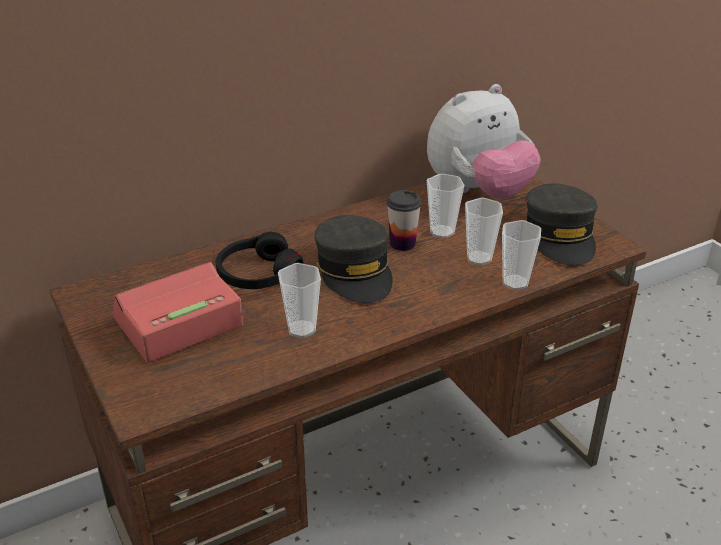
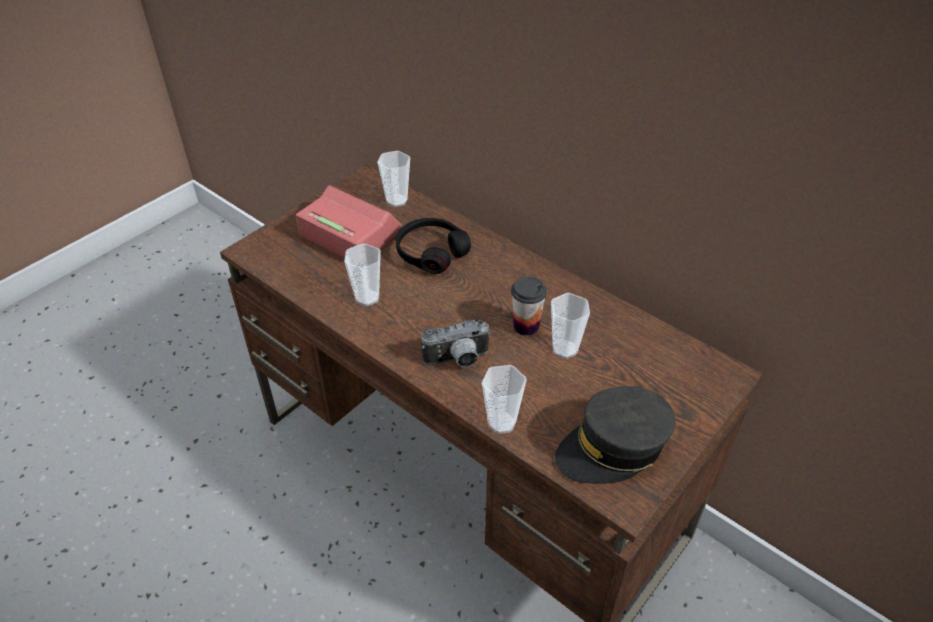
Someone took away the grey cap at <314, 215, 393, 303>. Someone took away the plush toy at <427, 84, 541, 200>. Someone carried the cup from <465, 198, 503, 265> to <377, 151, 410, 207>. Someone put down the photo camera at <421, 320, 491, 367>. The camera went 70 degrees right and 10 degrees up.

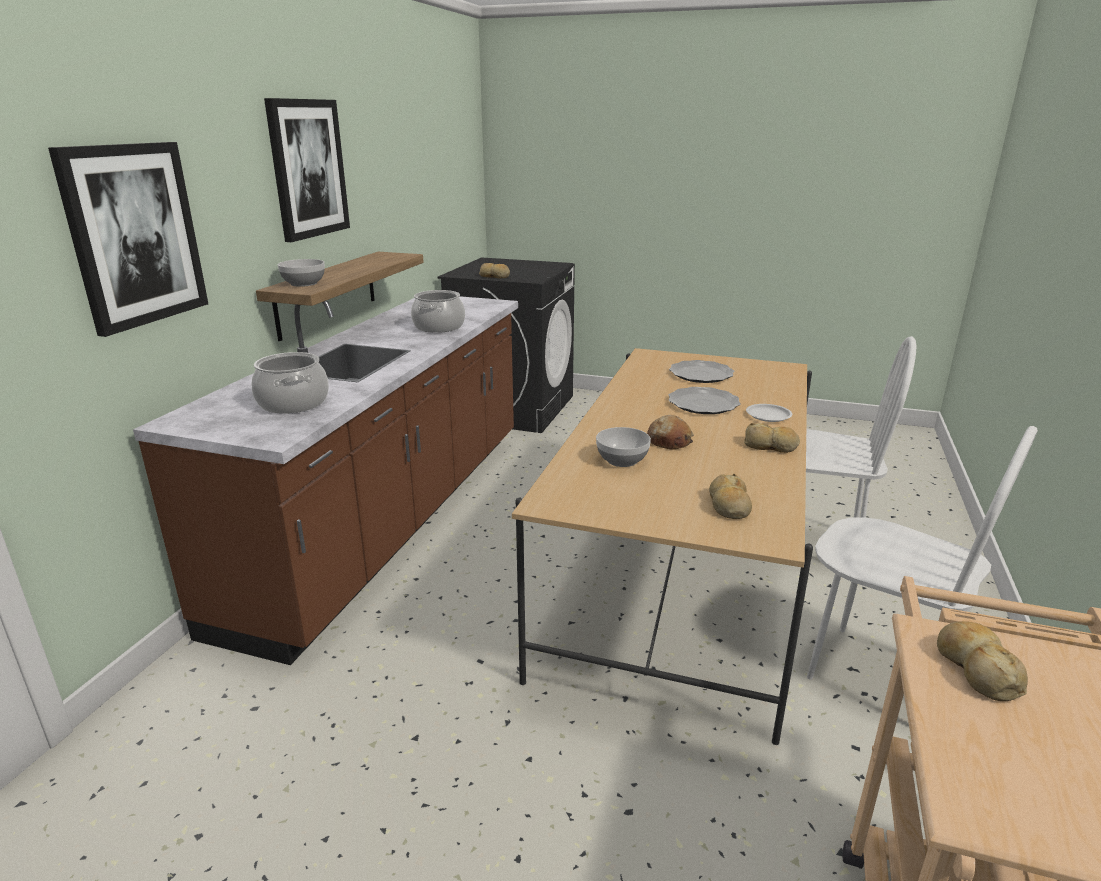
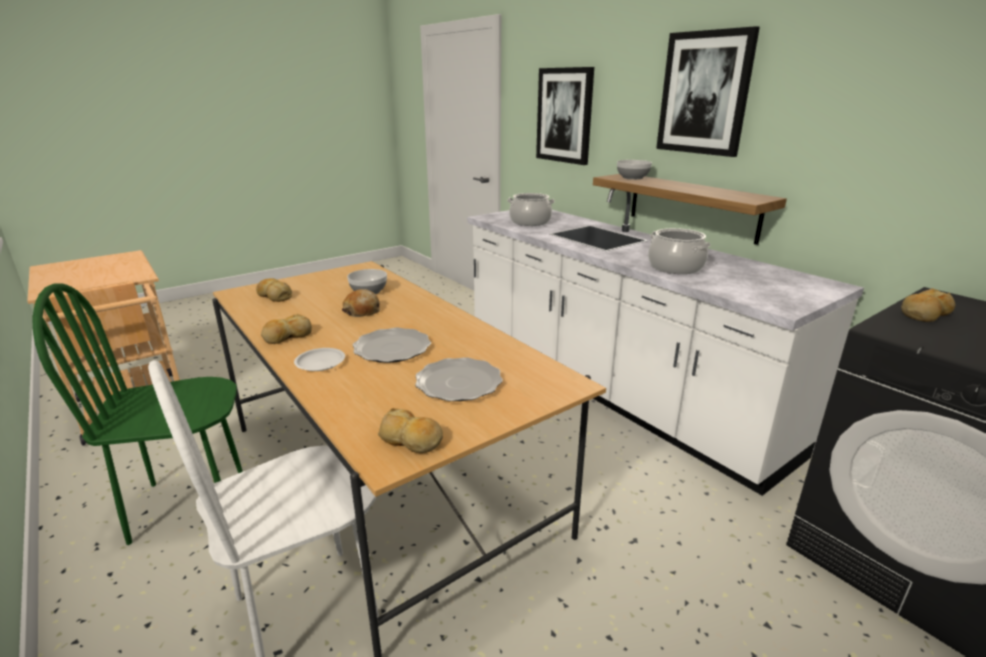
Someone repainted the brown counter at <133, 296, 518, 665>, which became the white counter at <467, 189, 864, 496>. Someone repainted the white chair at <807, 426, 1038, 680>, which became the green chair at <33, 284, 243, 545>. Someone carried the bread from <937, 621, 1028, 701> to <378, 408, 443, 453>. The camera went 125 degrees right and 0 degrees up.

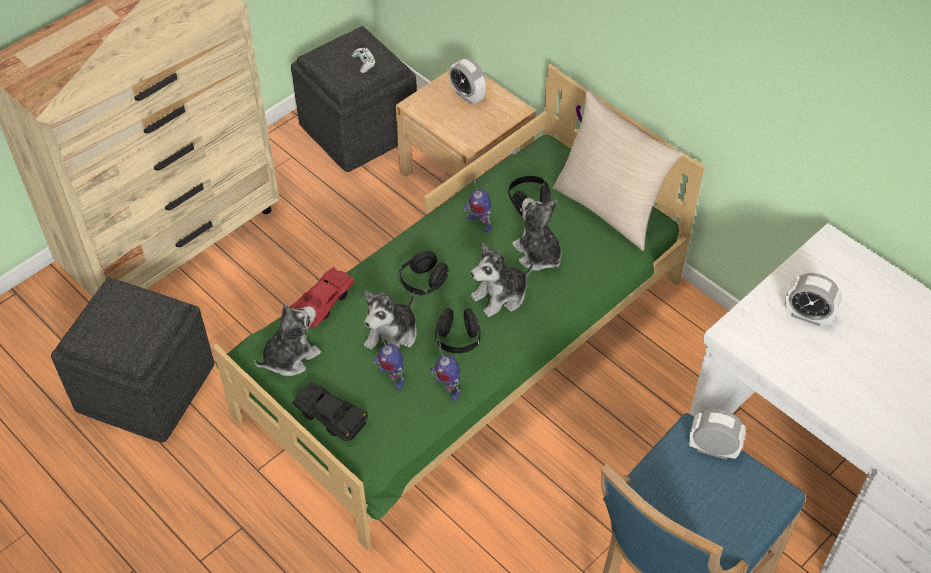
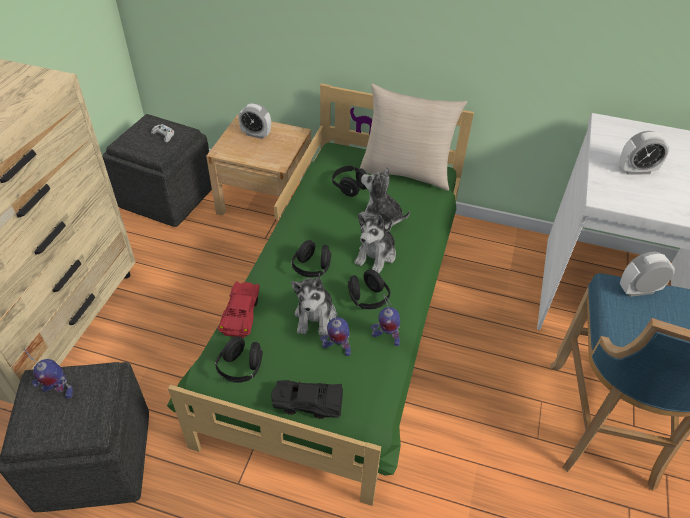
Someone swapped the plush toy at <254, 304, 321, 376> for the black headphones at <215, 336, 263, 383>. Someone carried the toy robot from <463, 173, 492, 233> to <24, 349, 73, 398>. The camera went 30 degrees left and 5 degrees down.

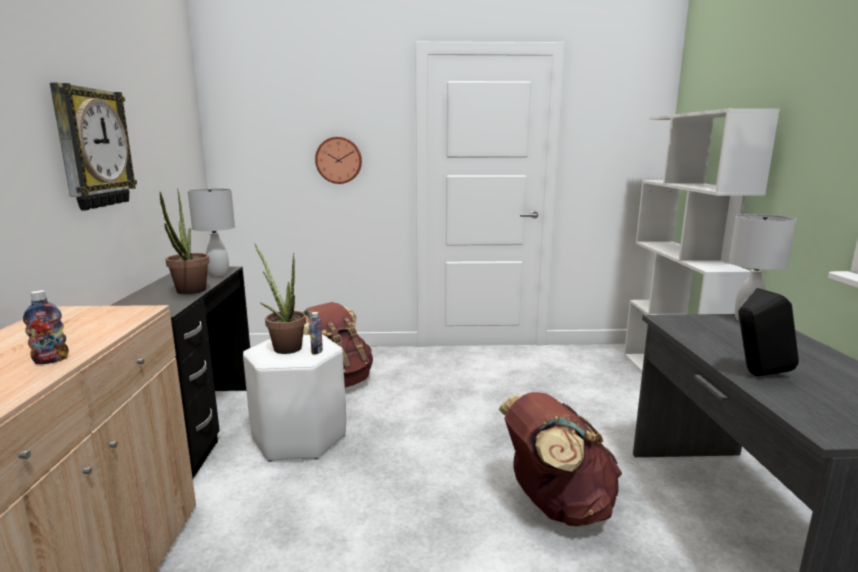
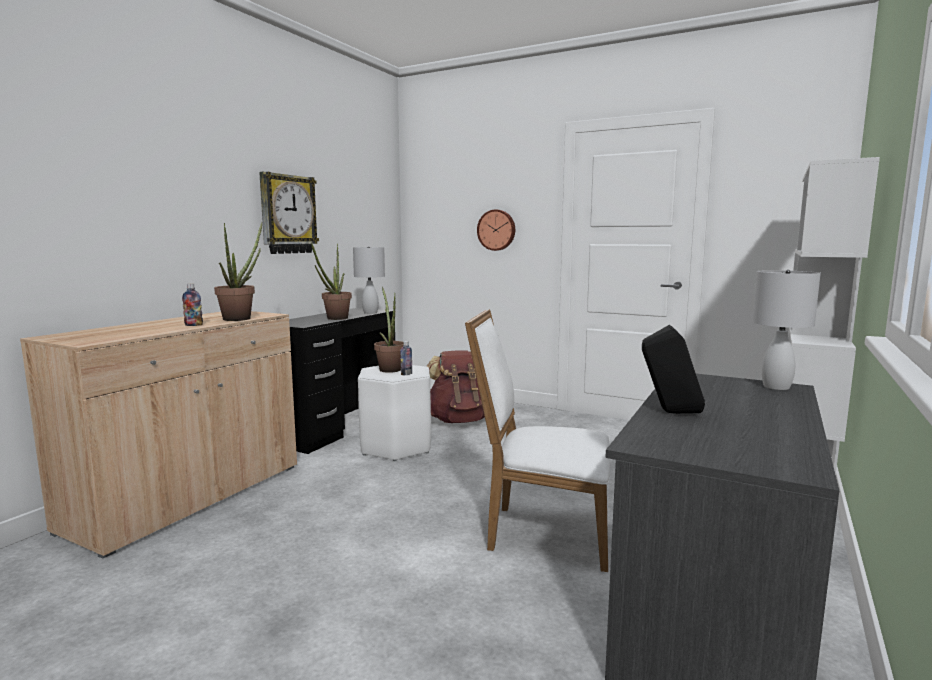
Someone swapped the brown backpack at <499, 392, 622, 526> for the white chair at <465, 309, 610, 572>. Someone put down the potted plant at <214, 222, 262, 321>. The camera went 30 degrees right and 5 degrees down.

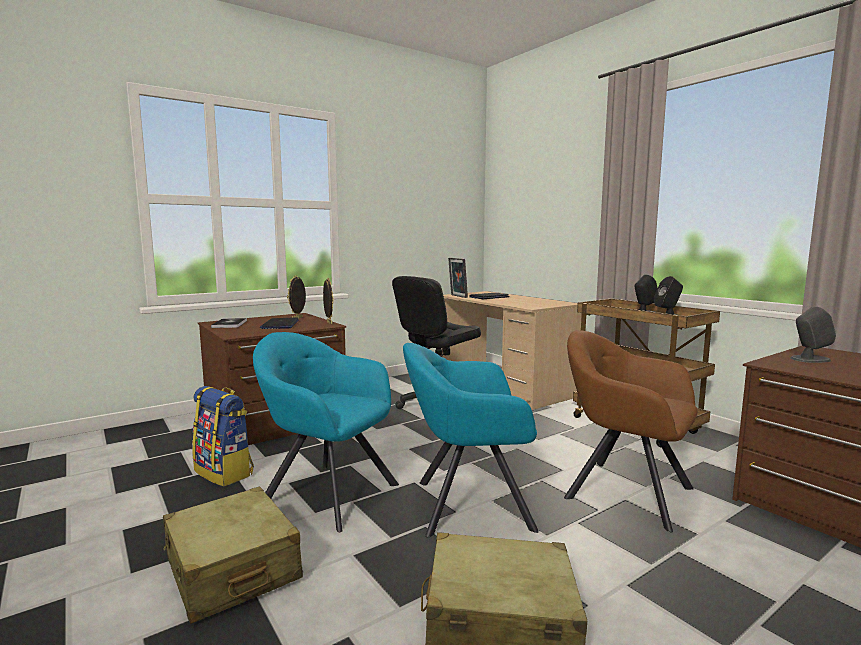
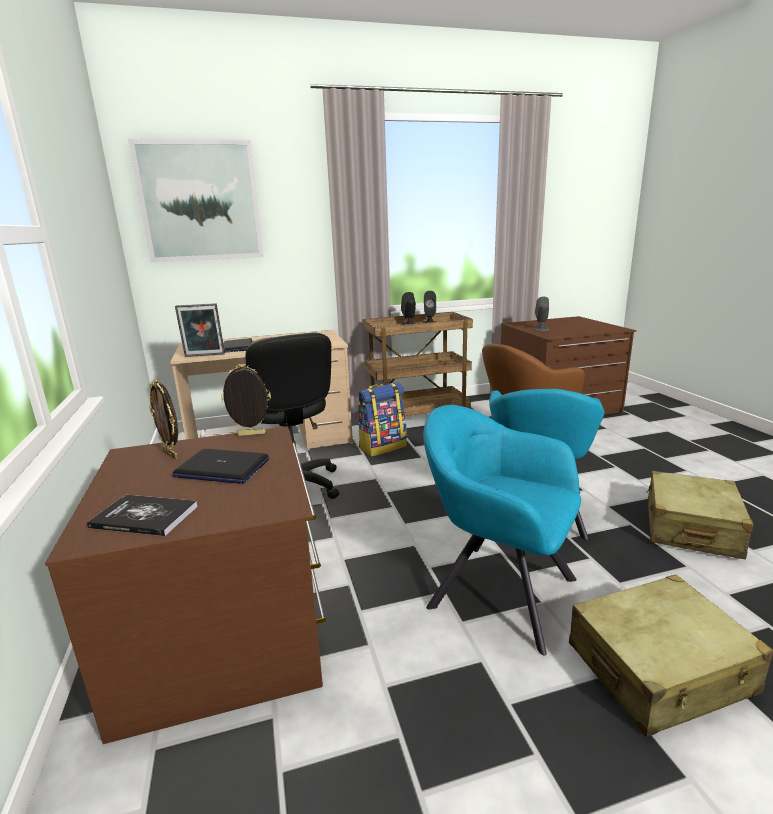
Someone carried the backpack from <192, 386, 254, 486> to <357, 382, 407, 457>. Someone rotated the turquoise armchair at <253, 332, 399, 532> by 75 degrees clockwise. Someone put up the picture at <128, 139, 264, 263>. The camera went 70 degrees left and 10 degrees up.

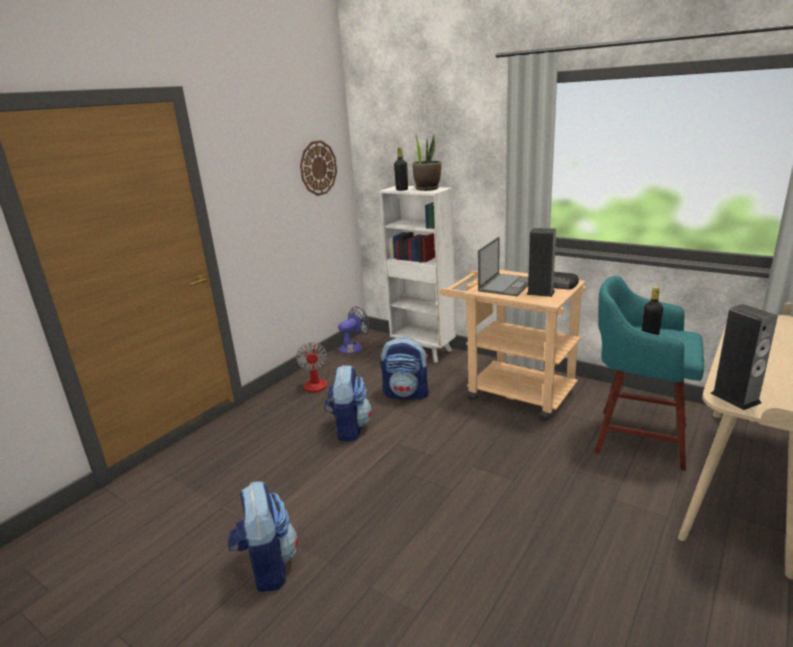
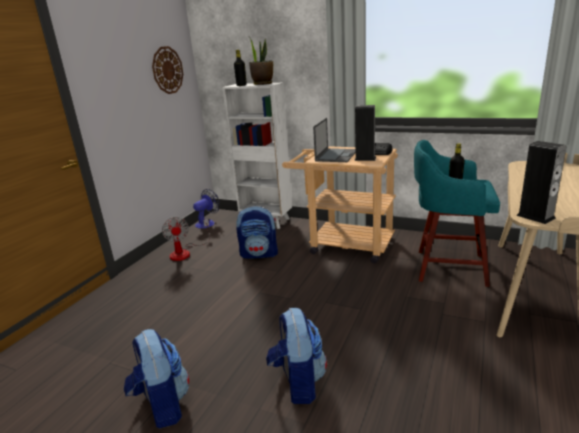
Someone carried the backpack from <325, 365, 372, 442> to <266, 308, 327, 404>. The camera went 10 degrees left and 0 degrees up.

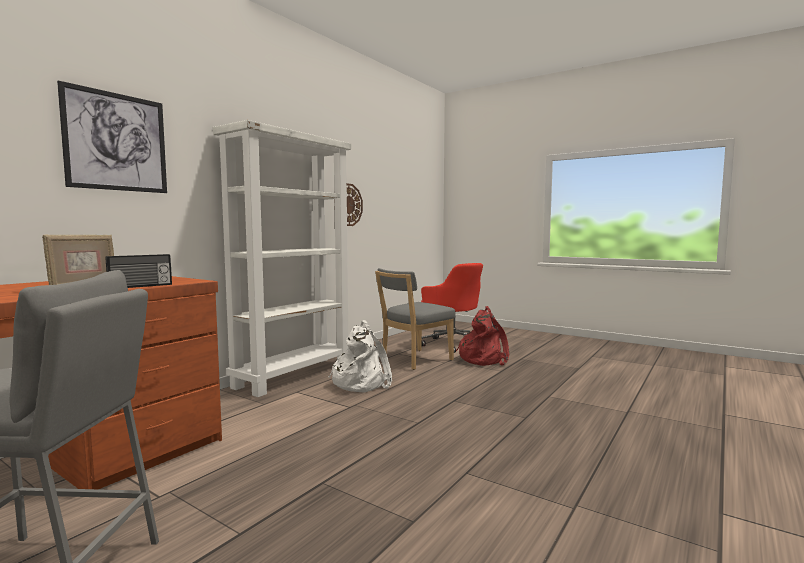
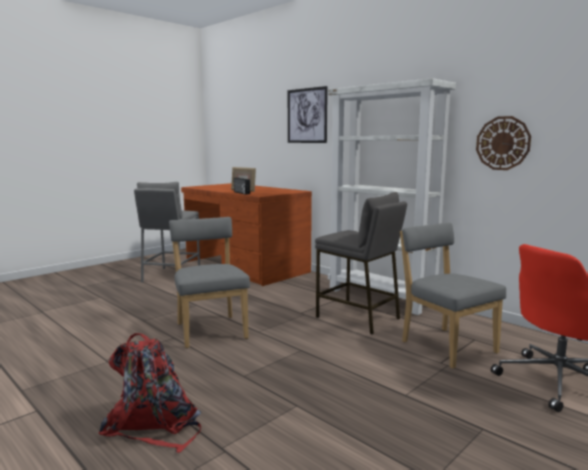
Someone swapped the white backpack at <328, 320, 392, 392> for the grey stool at <315, 192, 407, 334>. Someone carried the red backpack from <456, 306, 509, 366> to <98, 333, 201, 453>. Someone put down the grey chair at <169, 217, 250, 348>. The camera went 100 degrees right and 5 degrees up.

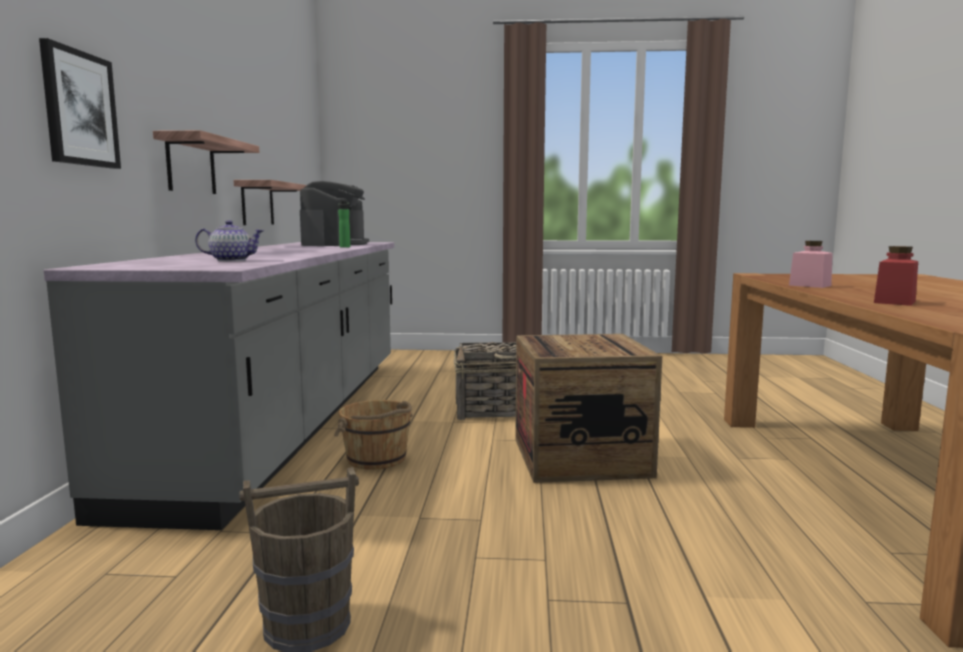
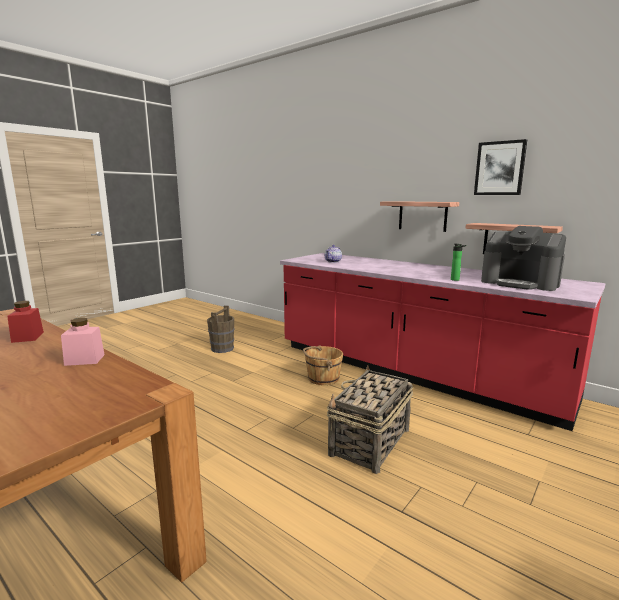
Someone carried the picture from <39, 38, 121, 169> to <474, 139, 527, 195>. Someone repainted the grey counter at <44, 242, 394, 530>, which became the red counter at <280, 253, 605, 431>. Someone took away the crate at <515, 334, 662, 483>. The camera went 125 degrees right and 5 degrees up.

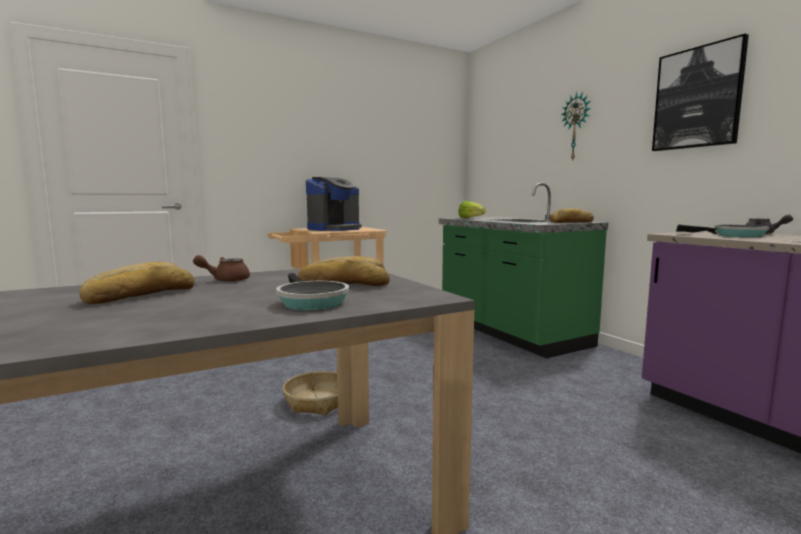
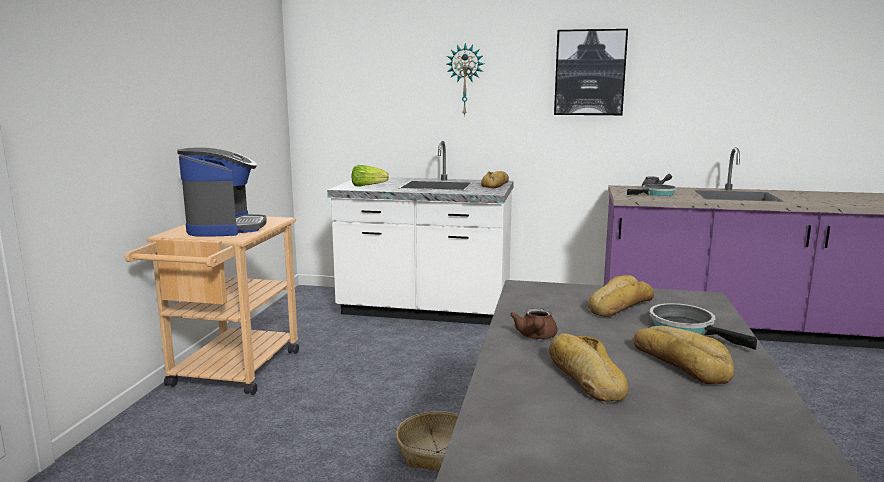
Someone rotated the frying pan at <276, 273, 349, 310> by 135 degrees counterclockwise. Someone repainted the green counter at <439, 183, 608, 358>, which became the white counter at <327, 140, 514, 325>. Someone put down the bread at <633, 325, 734, 384>. The camera went 50 degrees left and 5 degrees up.

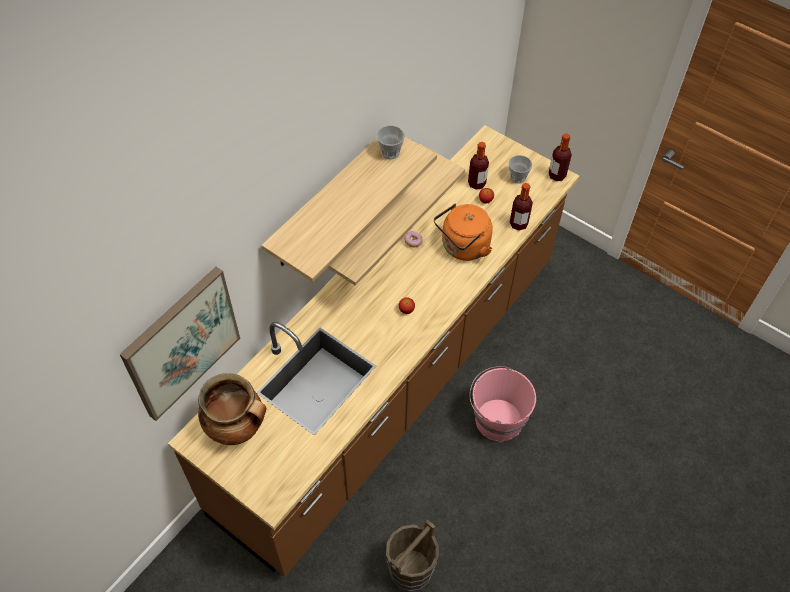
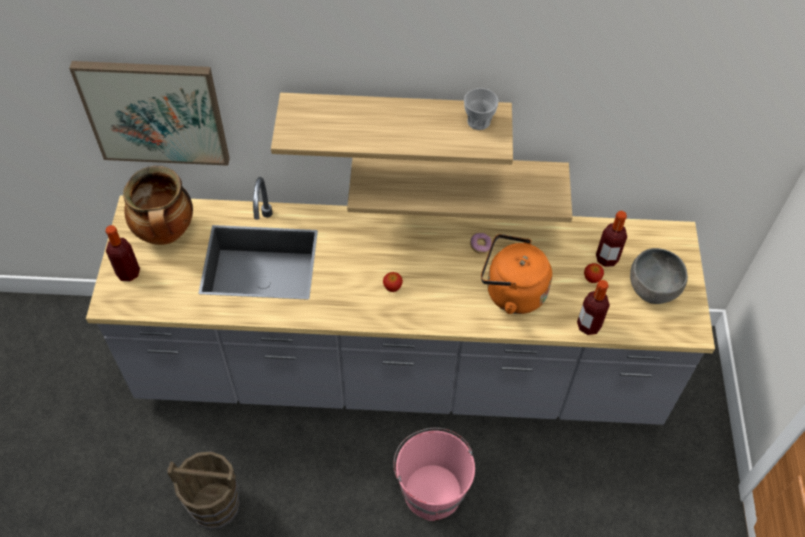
Someone repainted the brown counter at <168, 125, 579, 577>, which became the grey counter at <86, 177, 715, 425>. Someone swapped the cup at <509, 155, 532, 184> for the grey bowl at <630, 248, 688, 304>. Someone carried the bottle from <549, 134, 572, 181> to <105, 225, 140, 281>. The camera went 55 degrees right and 0 degrees up.

